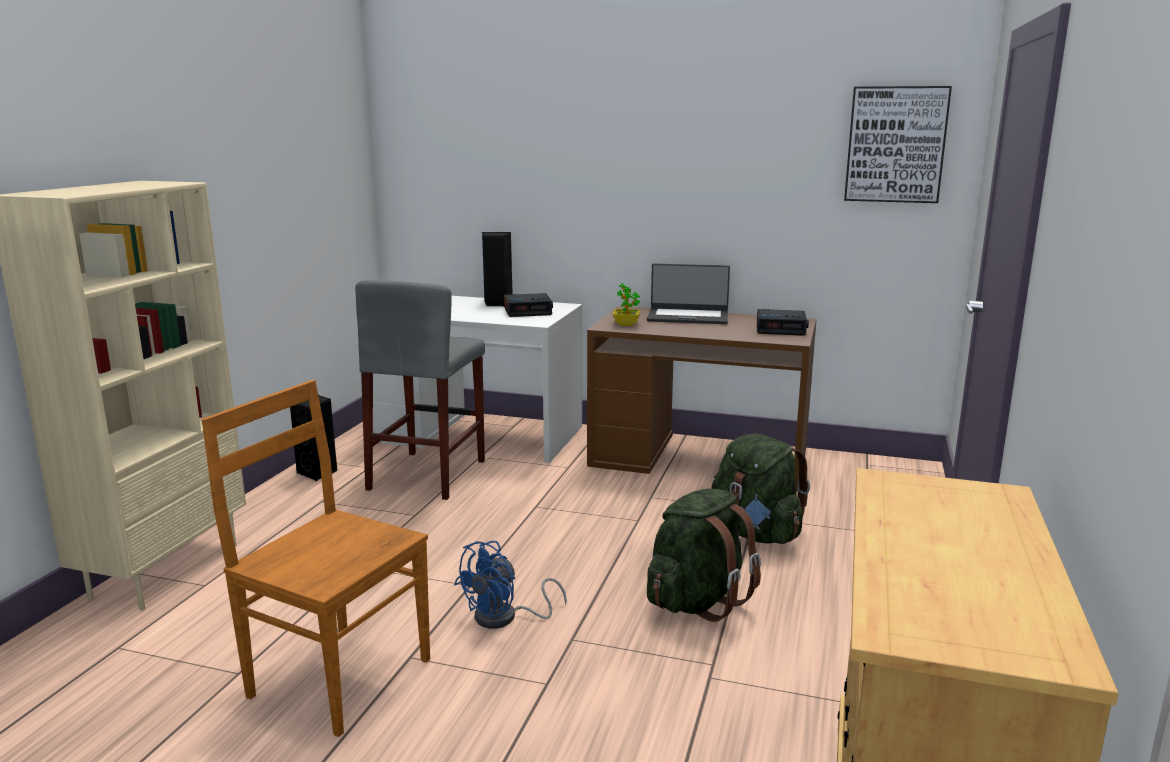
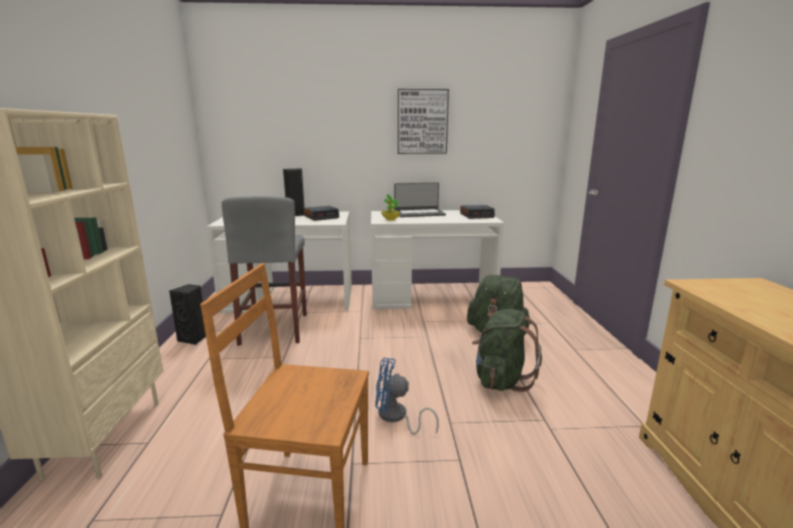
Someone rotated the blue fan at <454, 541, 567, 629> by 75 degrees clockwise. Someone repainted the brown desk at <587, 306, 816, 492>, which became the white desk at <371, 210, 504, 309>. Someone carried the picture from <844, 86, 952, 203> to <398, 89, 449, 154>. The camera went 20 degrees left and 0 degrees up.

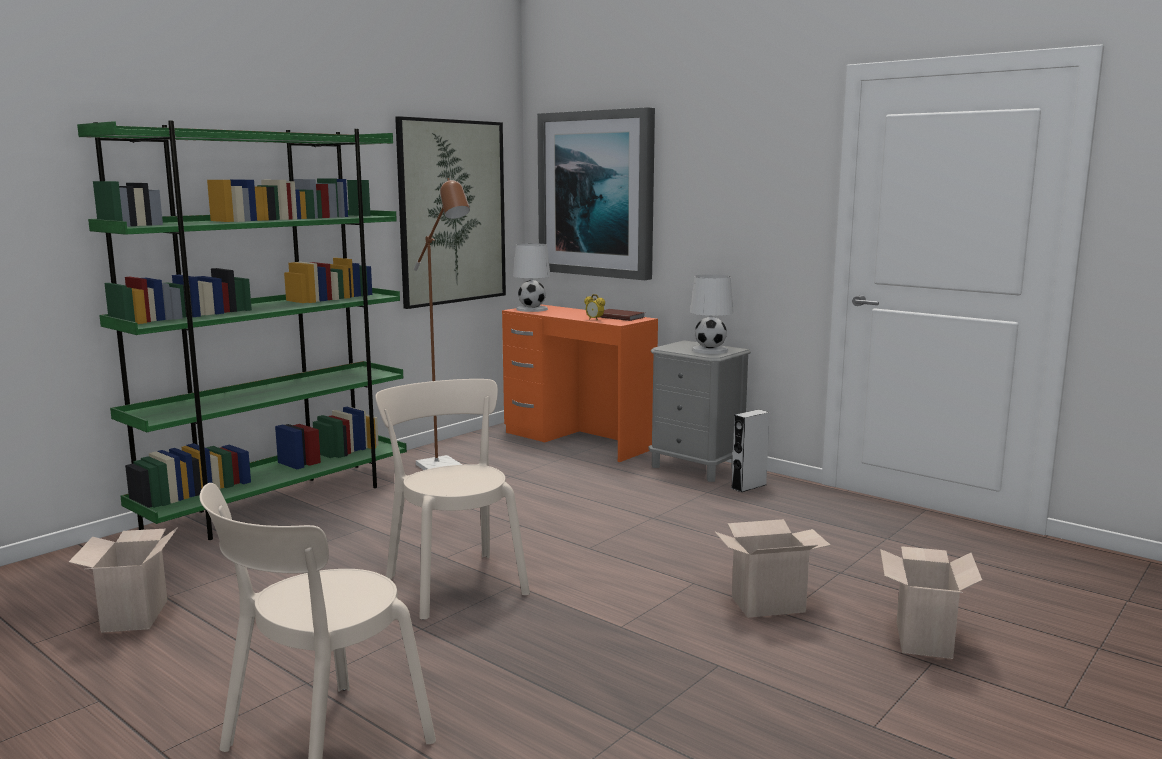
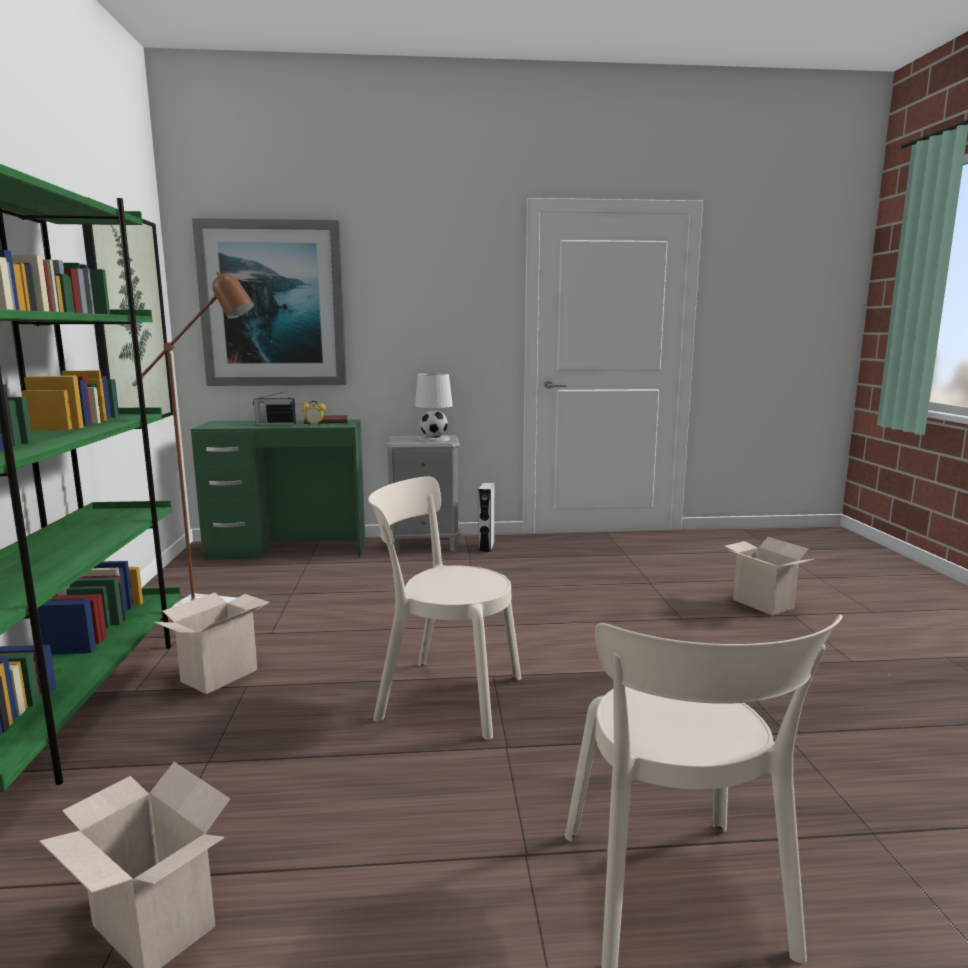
Someone repainted the orange desk at <502, 304, 658, 462>, which became the green desk at <191, 420, 365, 560>. Someone took away the white table lamp at <513, 243, 550, 312>. Someone carried the cardboard box from <715, 519, 831, 618> to <154, 593, 269, 694>. Someone put down the radio at <253, 392, 296, 425>. The camera went 45 degrees left and 0 degrees up.

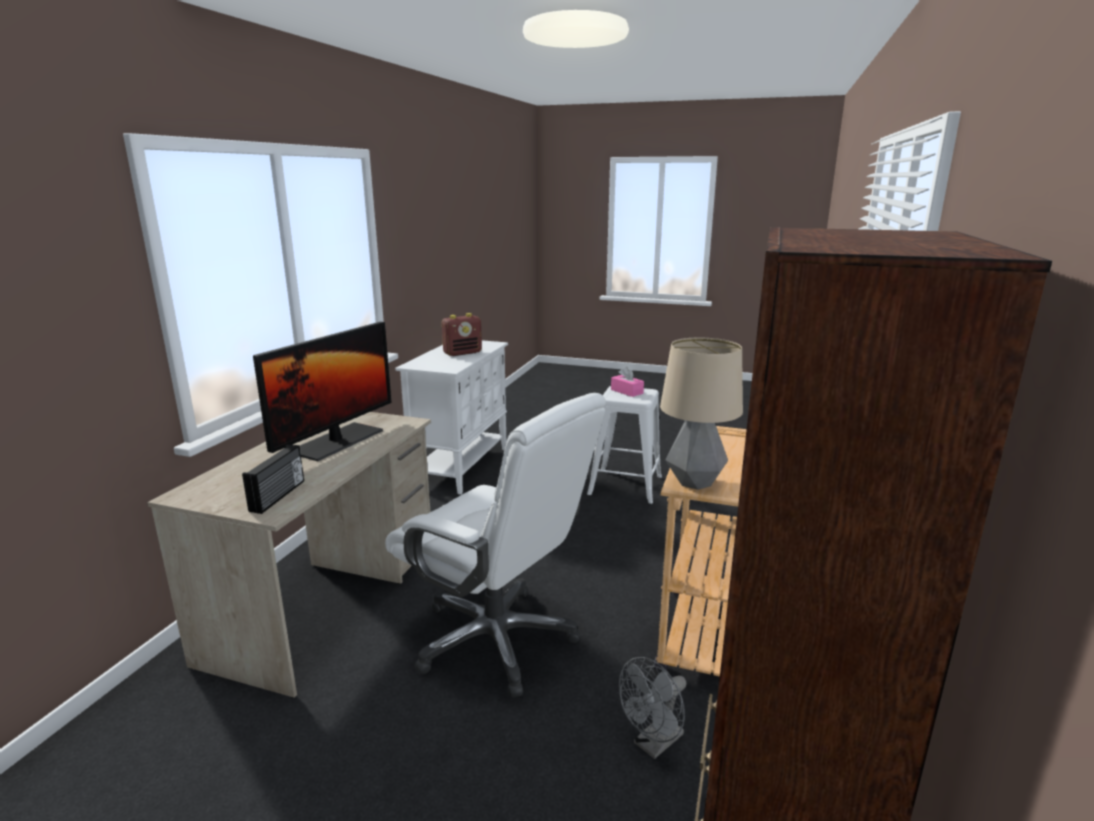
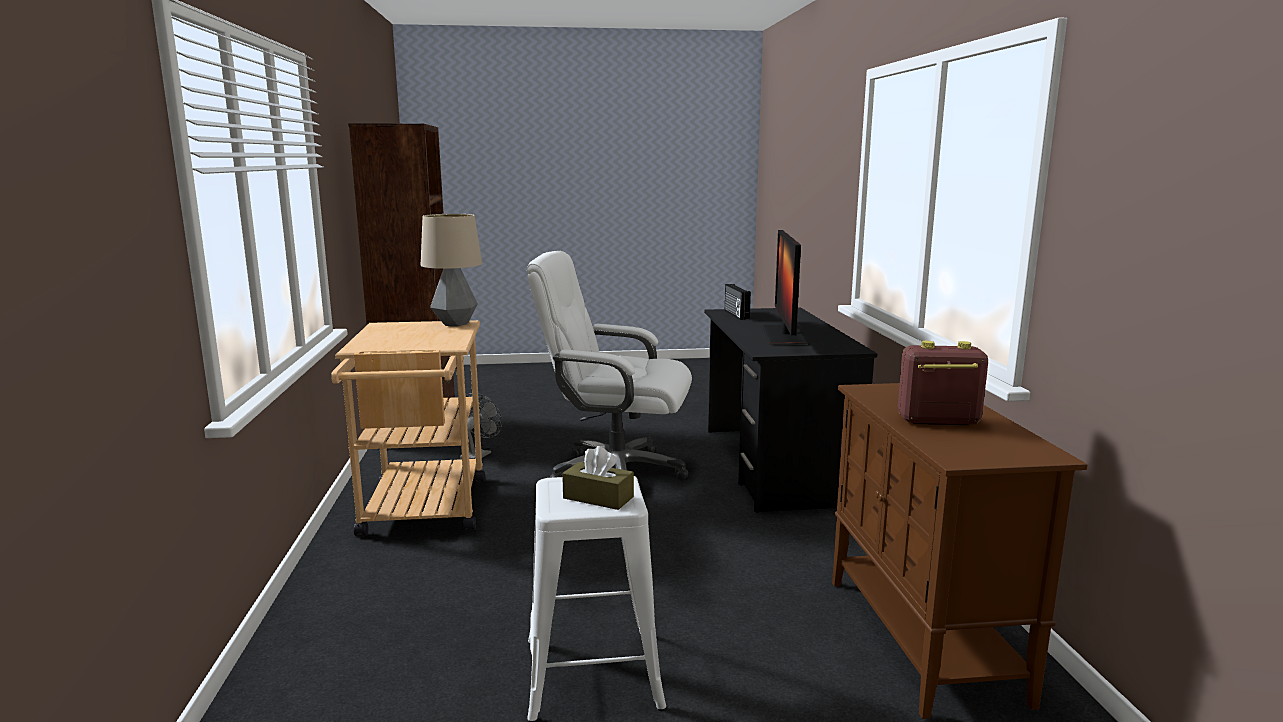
Someone repainted the beige desk at <147, 412, 431, 698>, which became the black desk at <704, 308, 878, 513>. Someone repainted the white cabinet at <395, 340, 508, 494>, which became the brown cabinet at <832, 383, 1088, 719>. Someone rotated the radio at <442, 313, 482, 356> by 60 degrees clockwise. Someone repainted the pink tissue box at <611, 367, 644, 397>, which became the brown tissue box at <562, 446, 634, 510>. The camera went 155 degrees right and 5 degrees down.

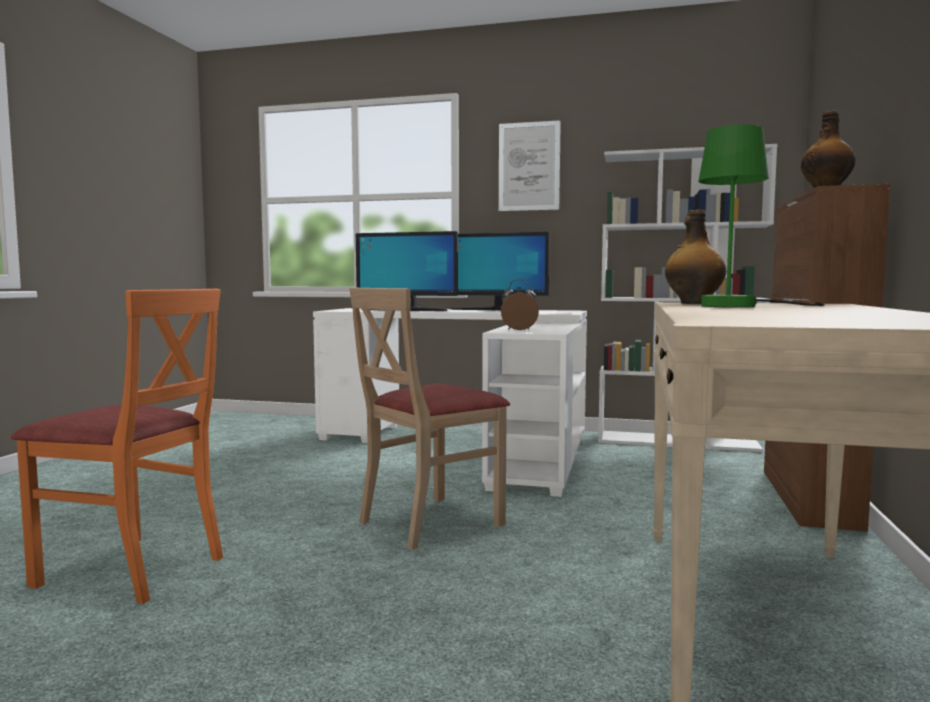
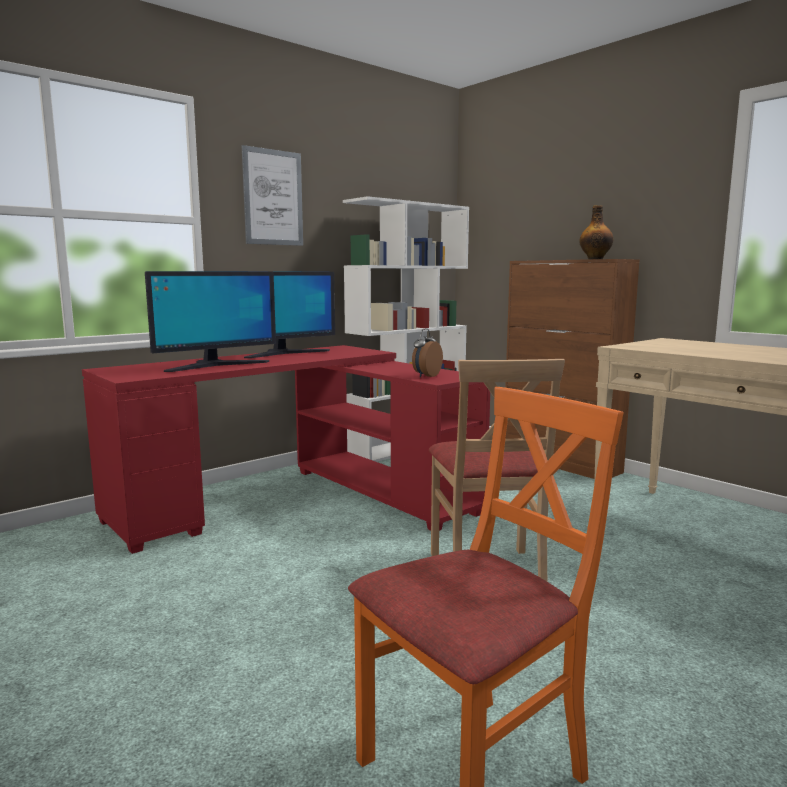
Someone repainted the white desk at <313, 308, 587, 497>, which became the red desk at <82, 345, 490, 554>. Someone took away the bottle at <665, 210, 726, 304>. Someone took away the green table lamp at <698, 124, 825, 308>. The camera went 55 degrees left and 5 degrees up.

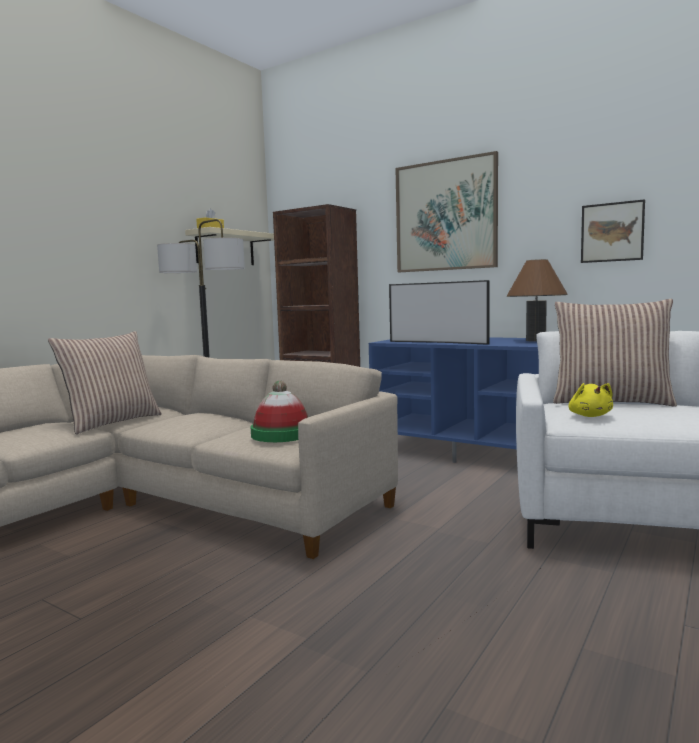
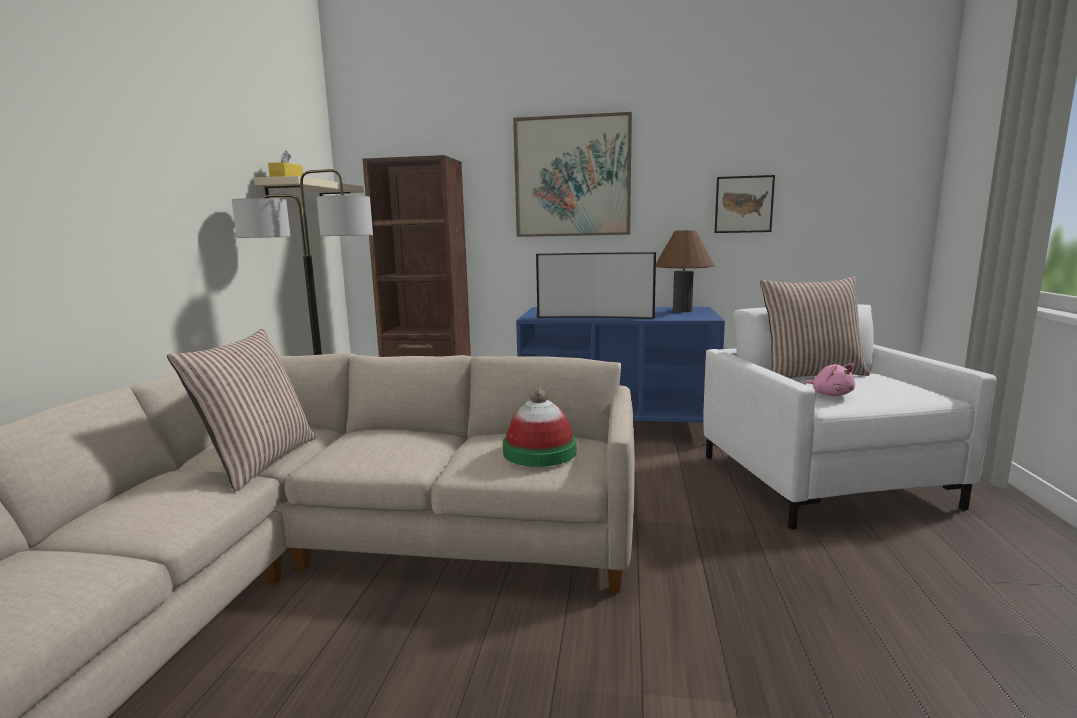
Someone repainted the yellow plush toy at <568, 383, 613, 417>, which became the pink plush toy at <804, 363, 855, 396>. The camera went 25 degrees left and 5 degrees up.

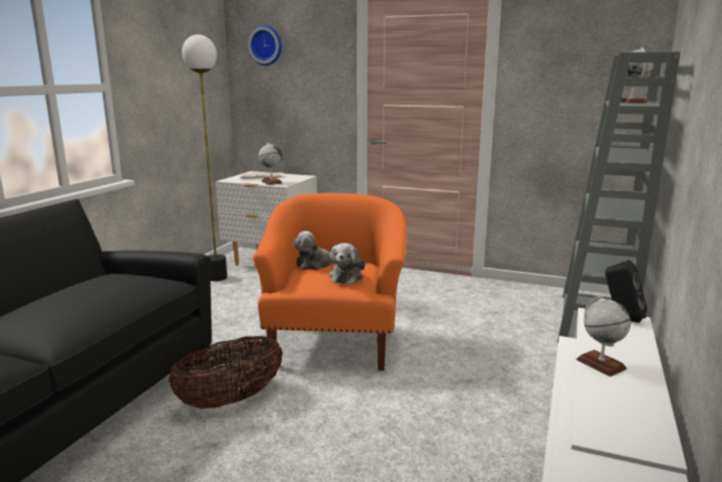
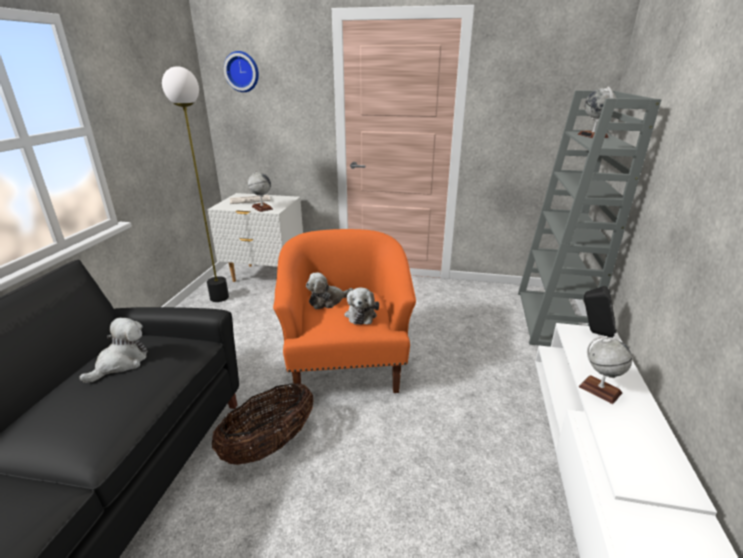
Someone put down the plush toy at <79, 318, 148, 383>. The camera went 10 degrees left and 10 degrees up.

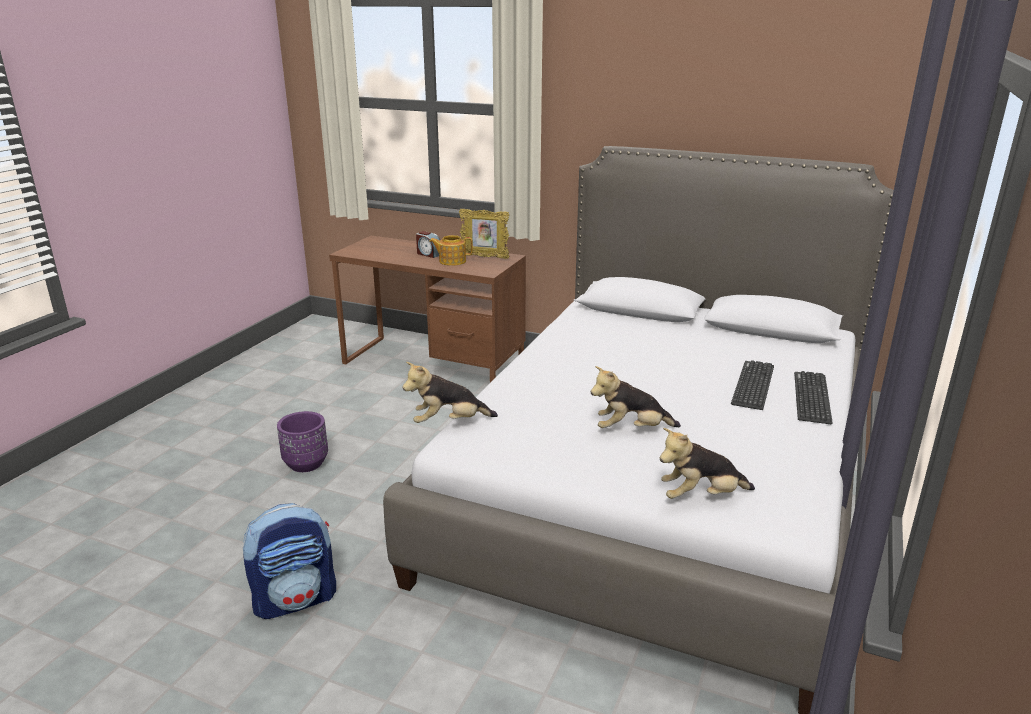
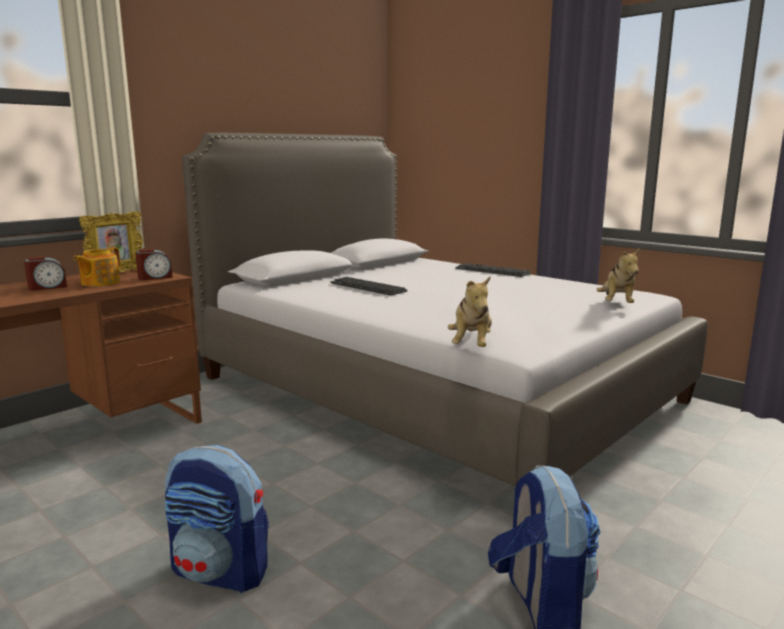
Someone swapped the purple planter at <277, 411, 328, 472> for the backpack at <165, 445, 269, 593>. Someone took away the plush toy at <591, 366, 681, 428>. Someone carried the keyboard from <731, 360, 774, 410> to <330, 277, 407, 296>. Someone put down the alarm clock at <135, 249, 173, 280>. The camera went 70 degrees left and 10 degrees down.

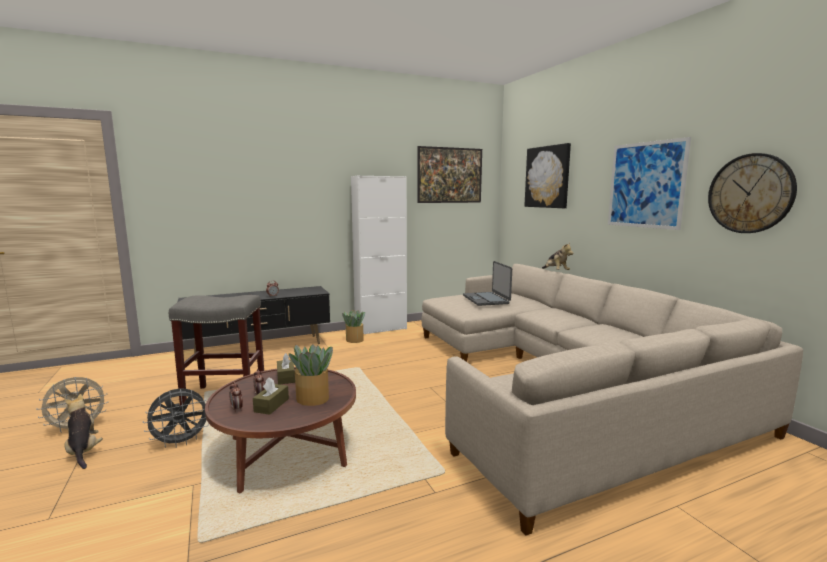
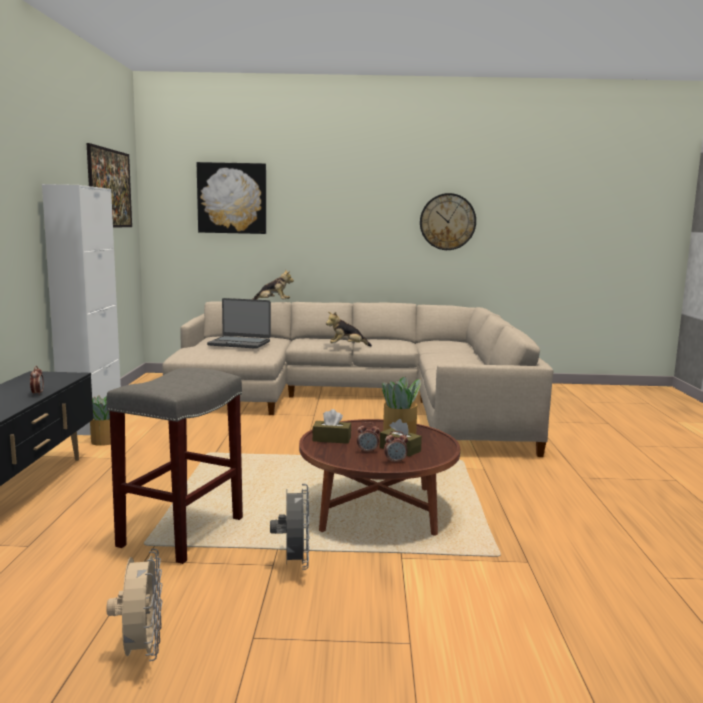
Someone carried the plush toy from <64, 394, 103, 469> to <326, 312, 372, 347>. Someone took away the picture at <608, 137, 691, 230>. The camera went 65 degrees left and 0 degrees up.

